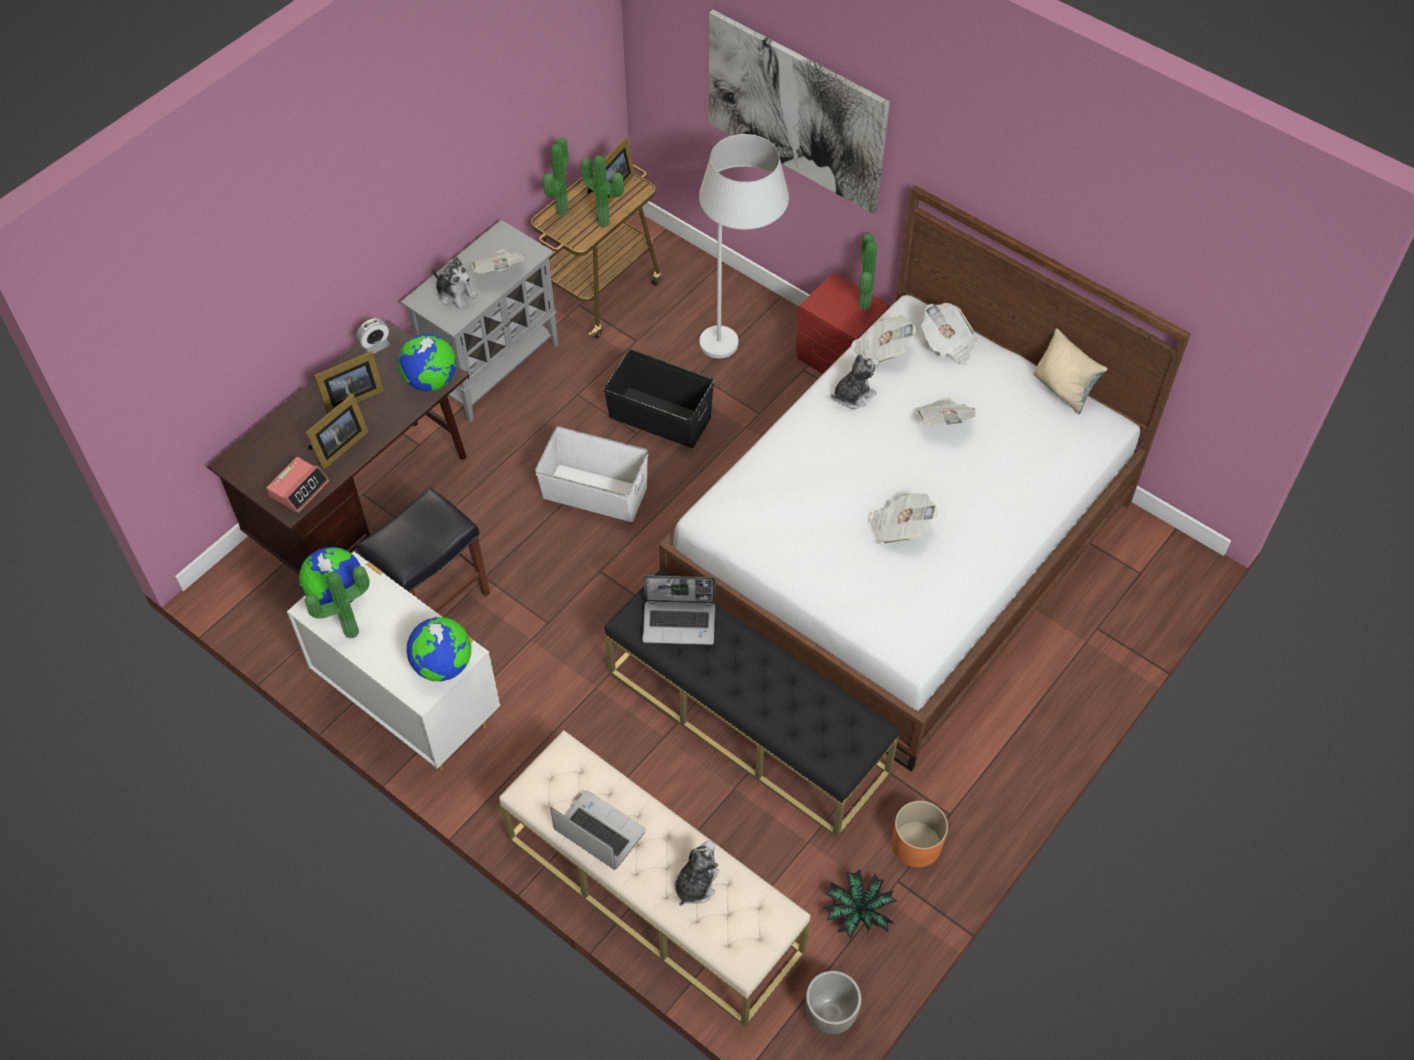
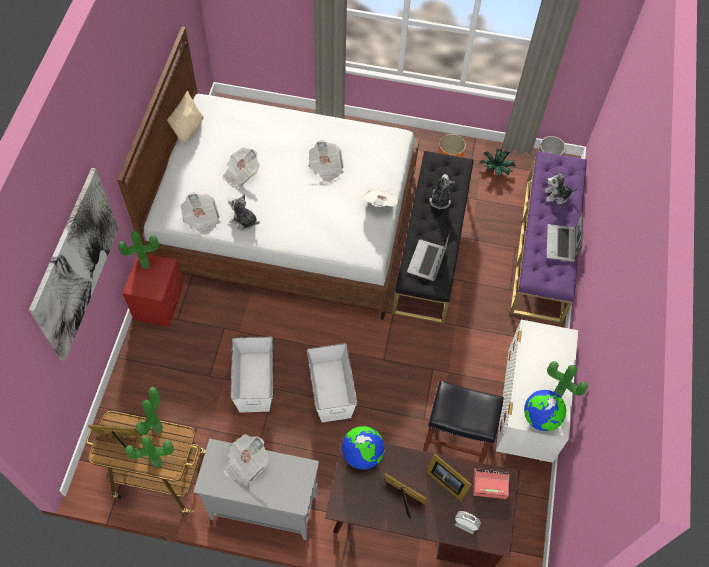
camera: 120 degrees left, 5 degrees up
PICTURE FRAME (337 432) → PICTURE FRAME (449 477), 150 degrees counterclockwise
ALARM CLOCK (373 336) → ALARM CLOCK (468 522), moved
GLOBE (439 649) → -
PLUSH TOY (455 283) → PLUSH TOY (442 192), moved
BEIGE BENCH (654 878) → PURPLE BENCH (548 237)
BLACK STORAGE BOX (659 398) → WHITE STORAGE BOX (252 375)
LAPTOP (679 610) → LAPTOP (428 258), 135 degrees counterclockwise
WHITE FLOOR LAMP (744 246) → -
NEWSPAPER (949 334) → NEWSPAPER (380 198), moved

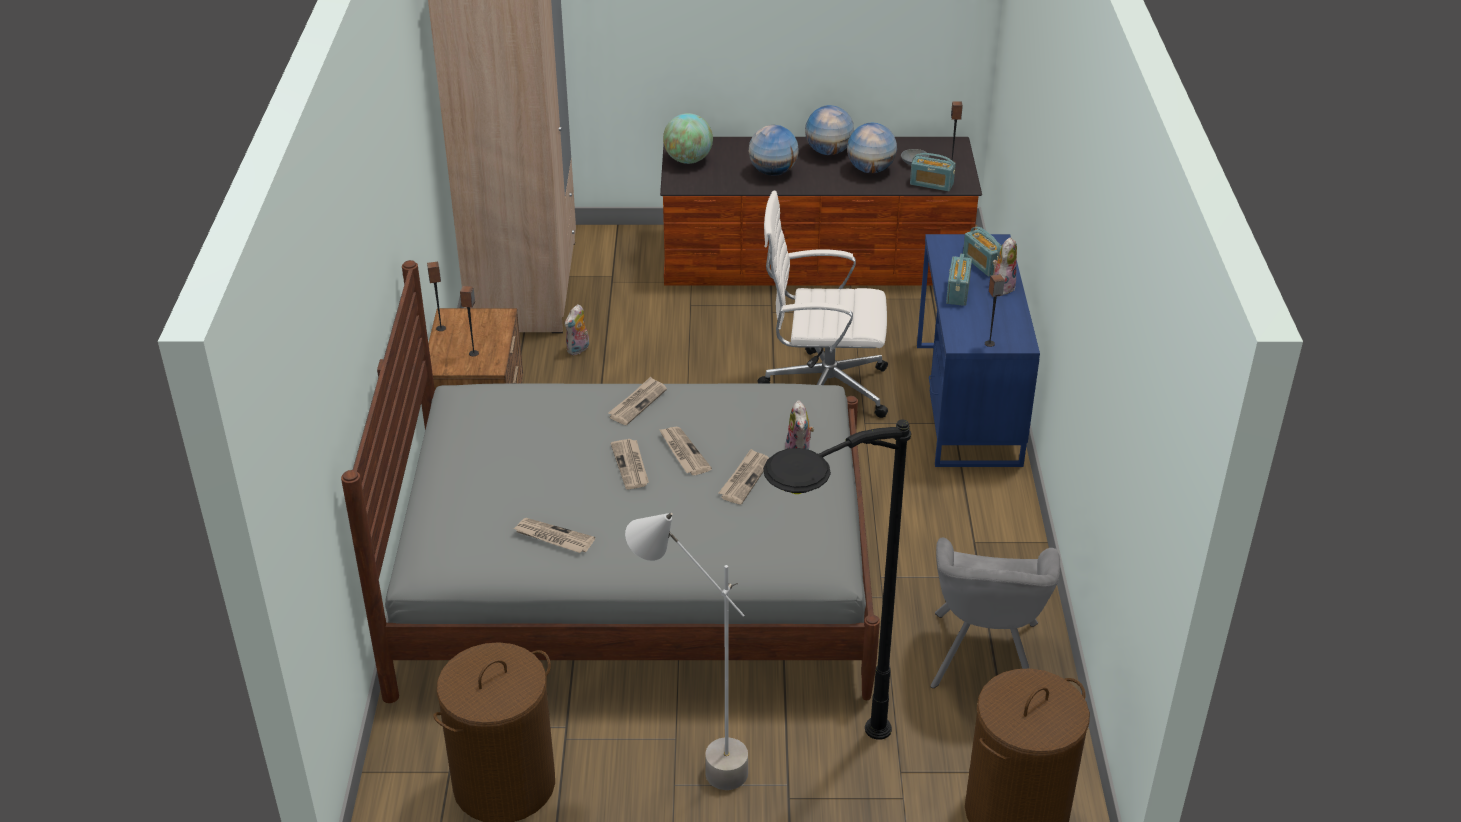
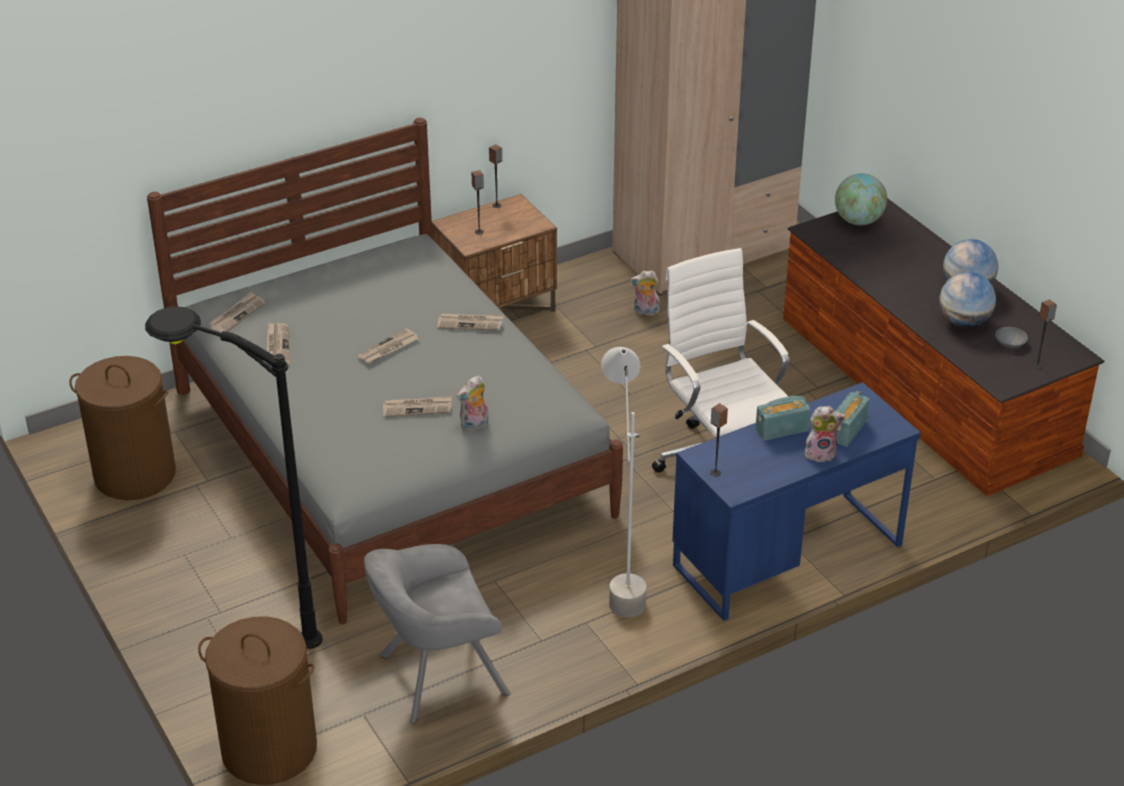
camera: 60 degrees right, 0 degrees up
GREY FLOOR LAMP (686 651) → GREY FLOOR LAMP (623 482), moved
NEWSPAPER (685 451) → NEWSPAPER (236 312), moved
GLOBE (774 150) → -
RADIO (933 172) → -

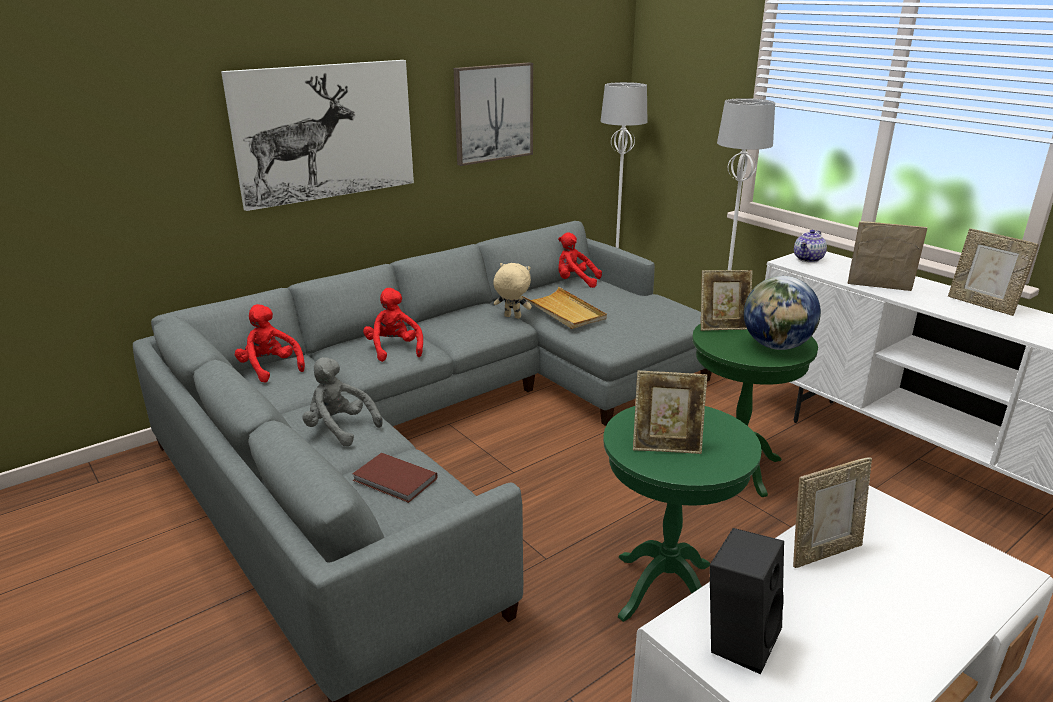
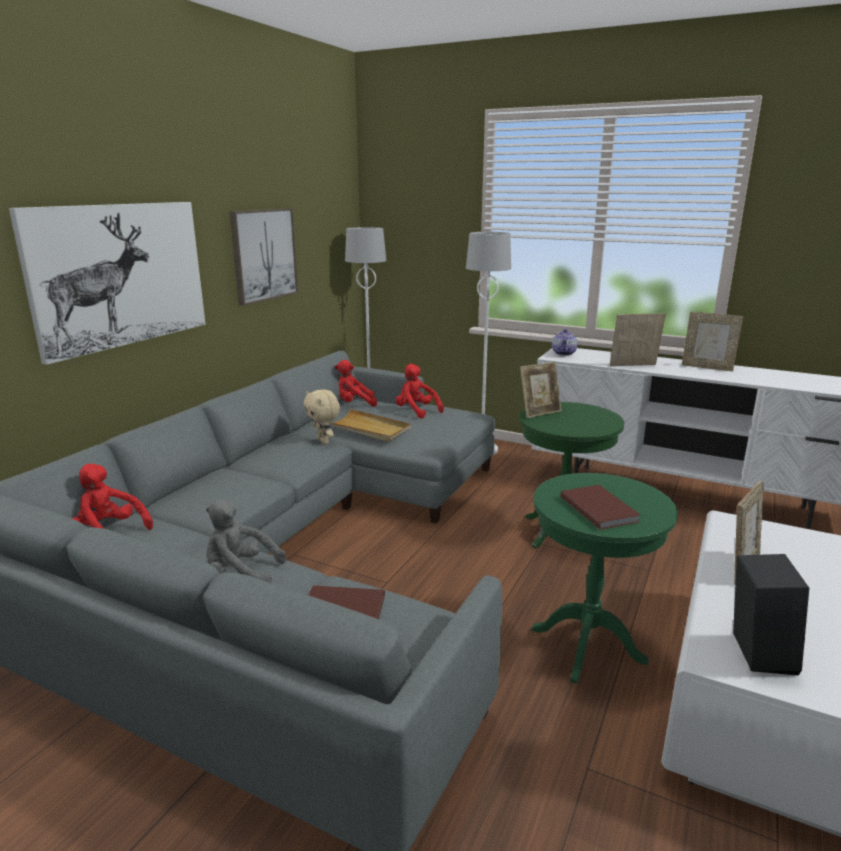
camera: 25 degrees left, 5 degrees down
RED PLUSH TOY (393 325) → RED PLUSH TOY (419 391), moved
BEIGE PLUSH TOY (512 291) → BEIGE PLUSH TOY (322 416), 120 degrees counterclockwise
PICTURE FRAME (670 412) → BROWN BOOK (600 507)
GLOBE (782 313) → -

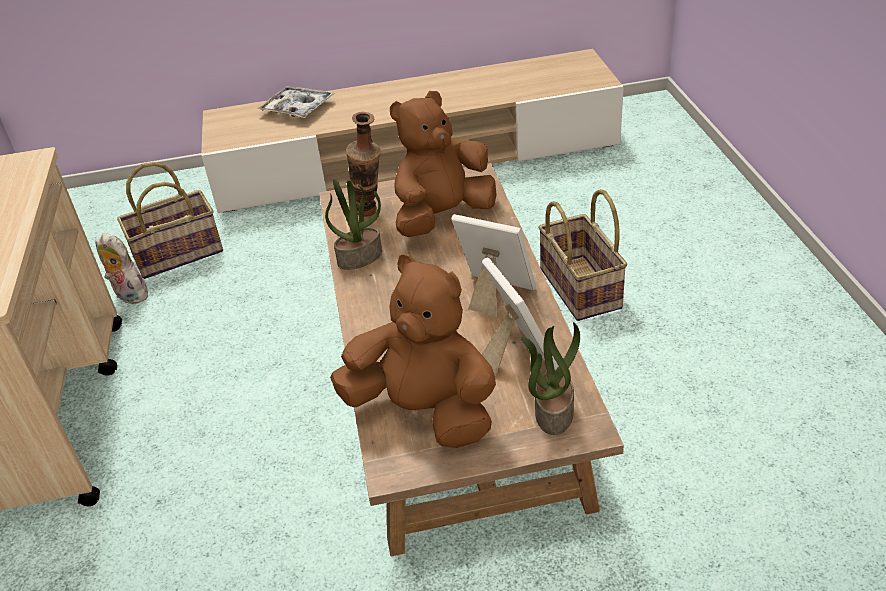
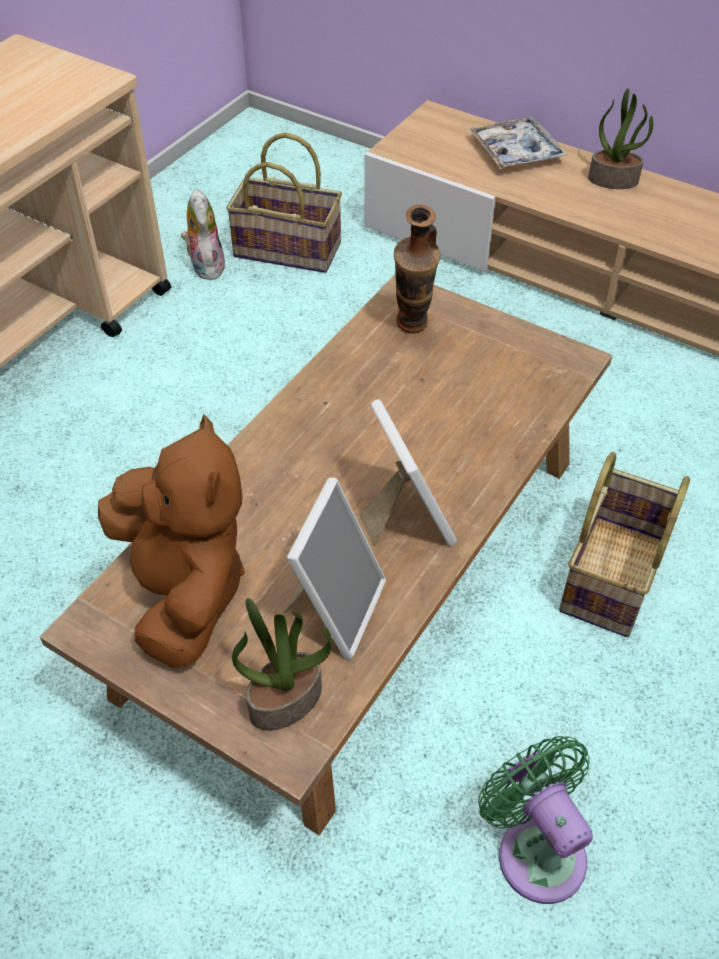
camera: 40 degrees right, 10 degrees up
POTTED PLANT (353 224) → POTTED PLANT (620 138), moved
BROWN PLUSH TOY (443 164) → -
- → GREEN FAN (535 820)

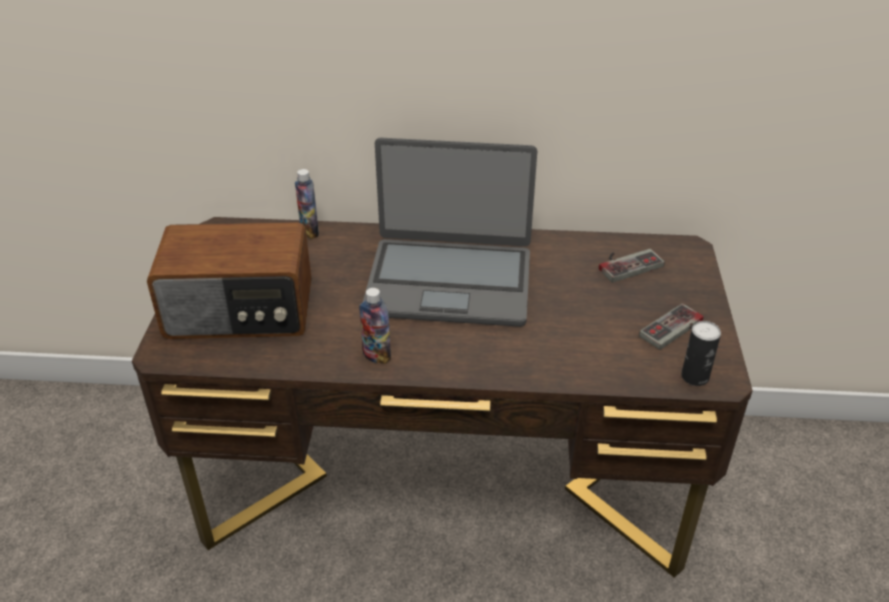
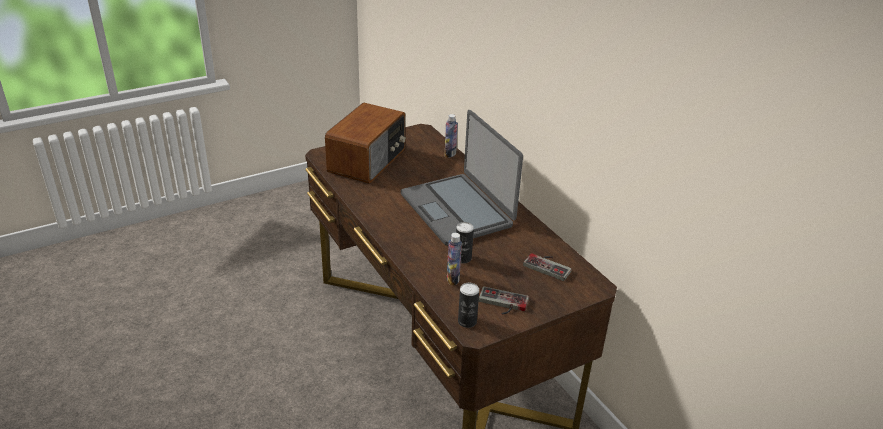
camera: 55 degrees right, 5 degrees down
RADIO (229 280) → RADIO (365 143), 120 degrees counterclockwise
BOTTLE (375 326) → BOTTLE (454 259), moved
- → CAN (465 242)

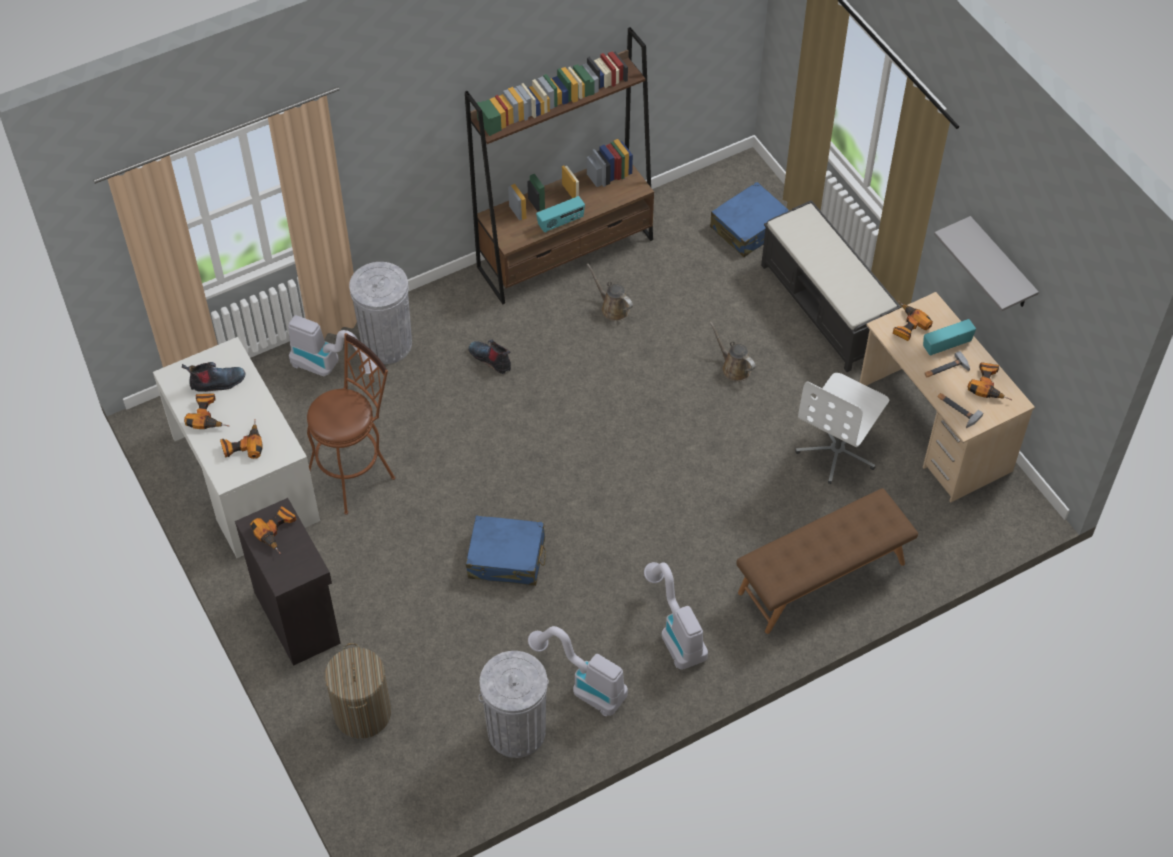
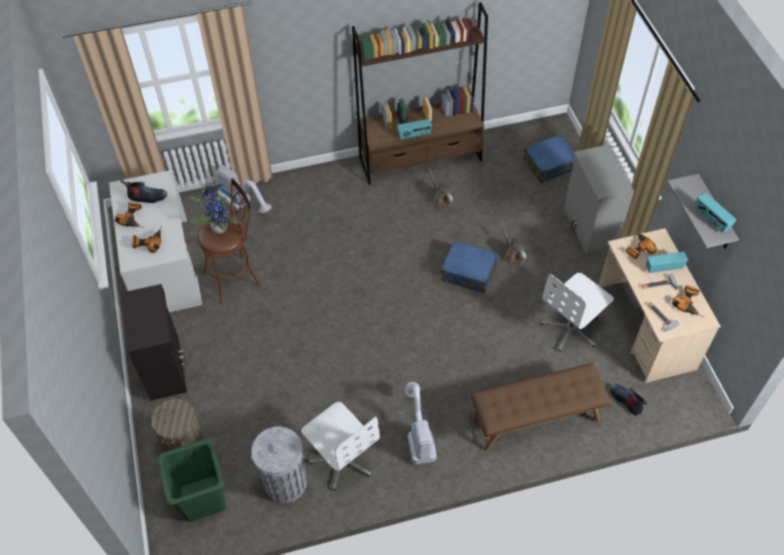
camera: 15 degrees right, 0 degrees up
POWER DRILL (273 530) → -
GREY TRASH CAN (380 313) → -
BLUE SUITCASE (506 550) → BLUE SUITCASE (469 267), moved
BOOT (489 356) → BOOT (628 400), moved
VACUUM CLEANER (578 671) → WHITE OFFICE CHAIR (340 446)
BLACK BENCH (831 286) → GREY CABINET (599 199)
- → GREEN LAUNDRY BASKET (191 480)
- → POTTED PLANT (214 207)
- → RADIO (715 213)

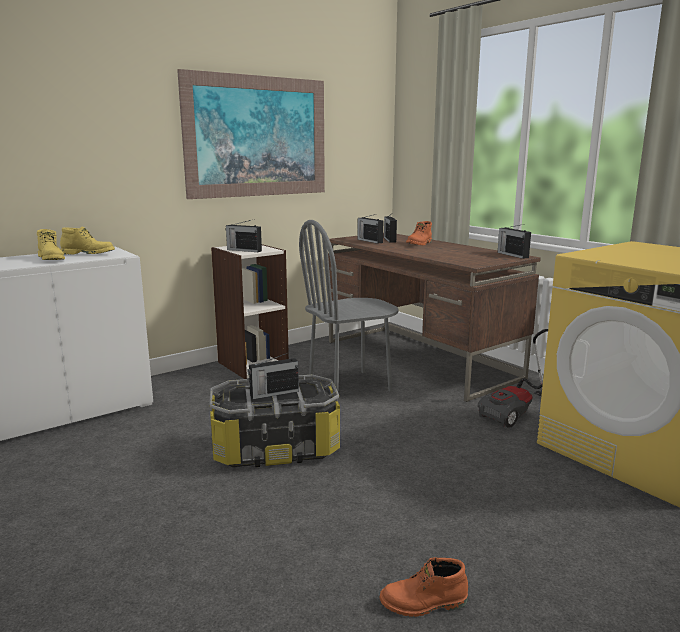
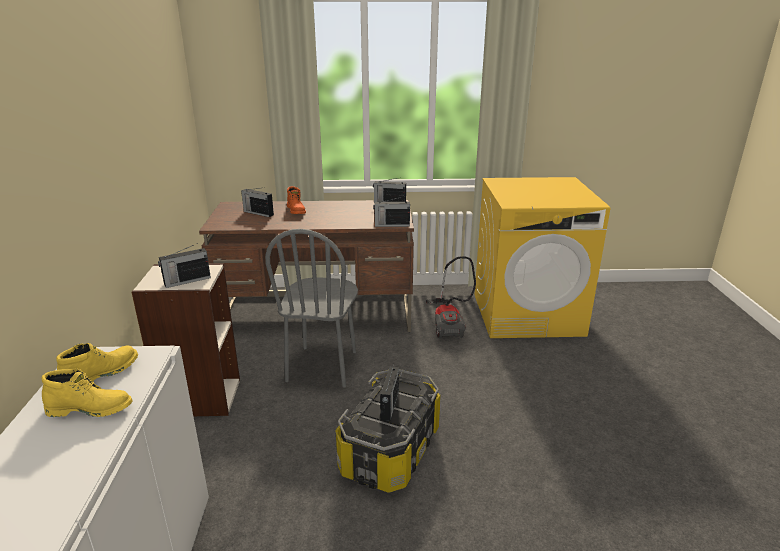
camera: 55 degrees left, 10 degrees up
PICTURE (251 134) → -
RADIO (370 229) → RADIO (391 211), moved
ORANGE BOOT (424 587) → -

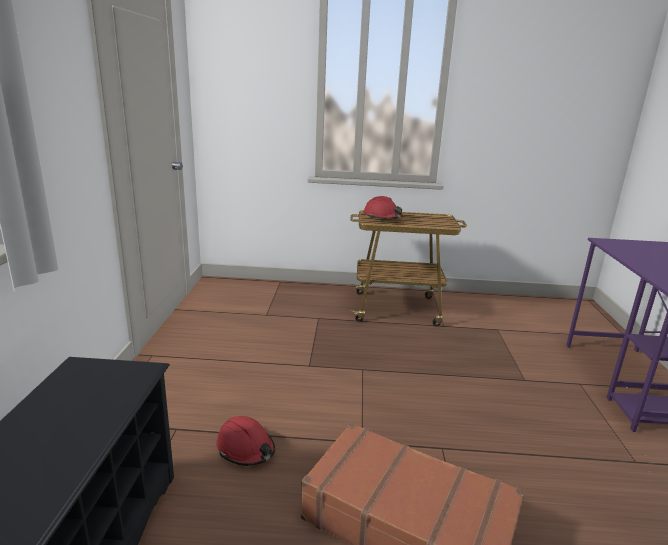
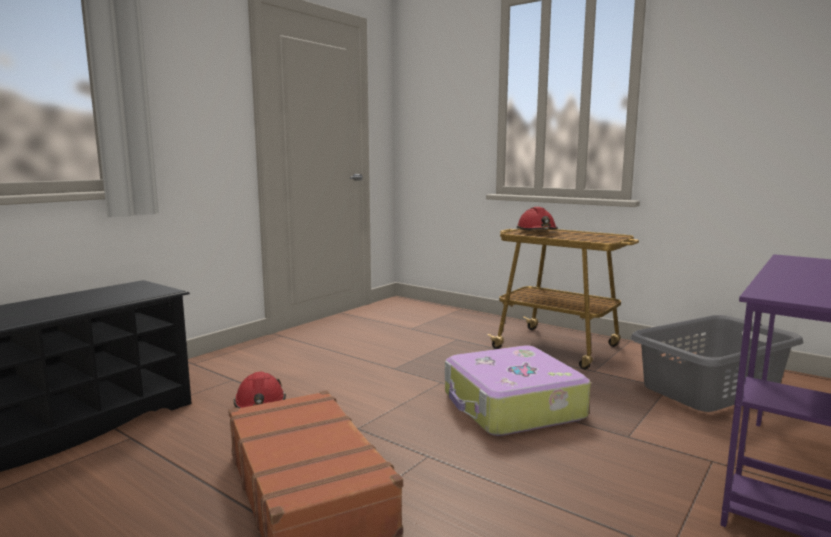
camera: 35 degrees right, 10 degrees down
- → SUITCASE (517 390)
- → GREY LAUNDRY BASKET (717 363)

